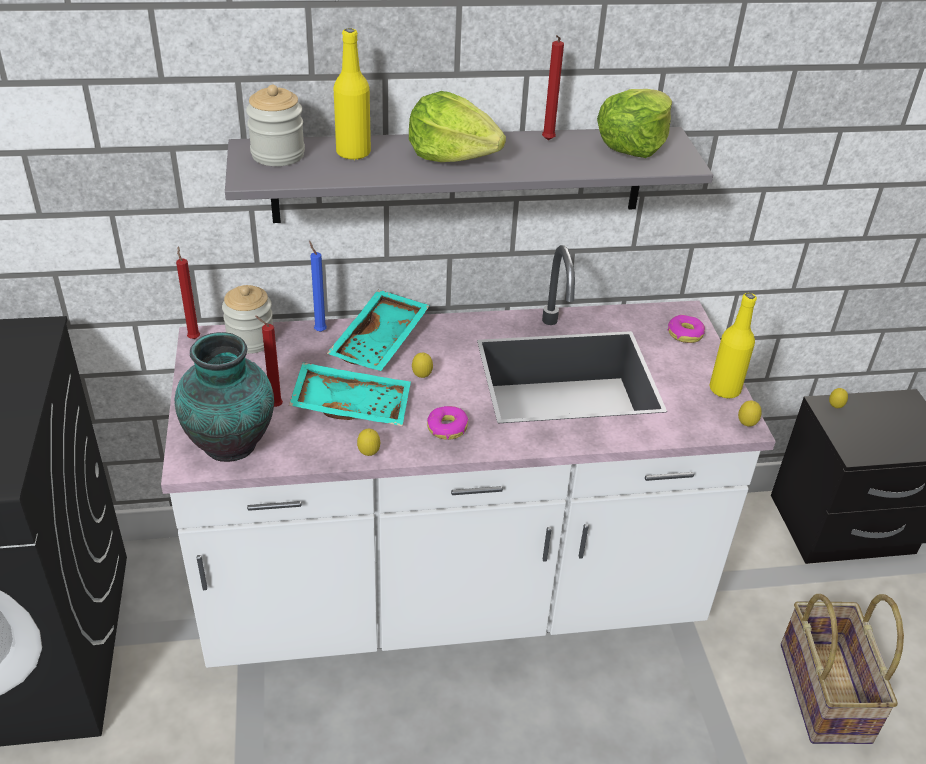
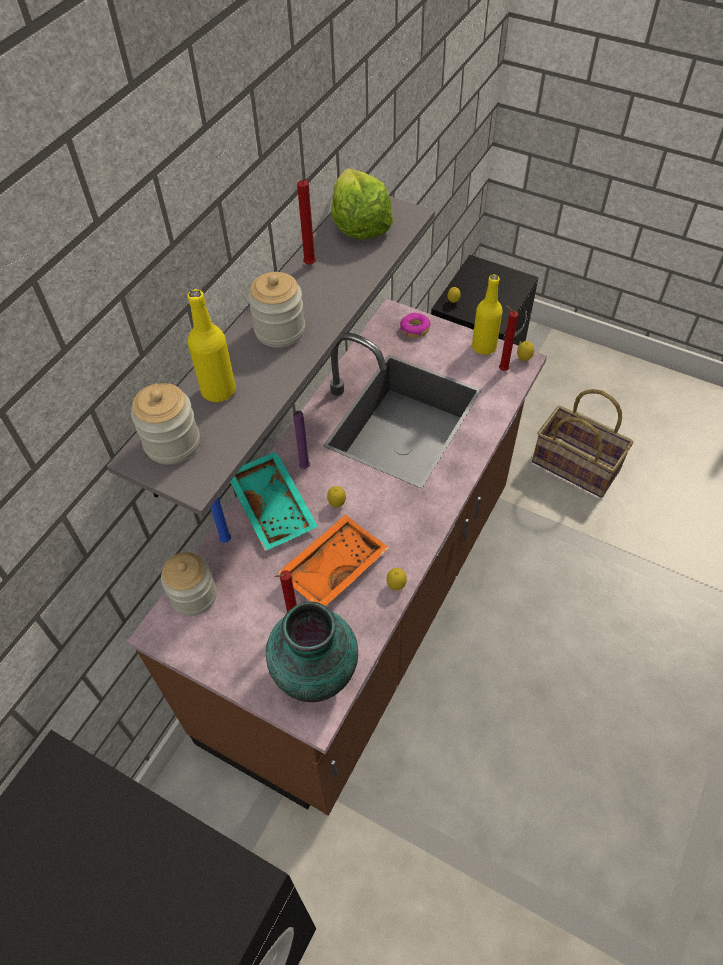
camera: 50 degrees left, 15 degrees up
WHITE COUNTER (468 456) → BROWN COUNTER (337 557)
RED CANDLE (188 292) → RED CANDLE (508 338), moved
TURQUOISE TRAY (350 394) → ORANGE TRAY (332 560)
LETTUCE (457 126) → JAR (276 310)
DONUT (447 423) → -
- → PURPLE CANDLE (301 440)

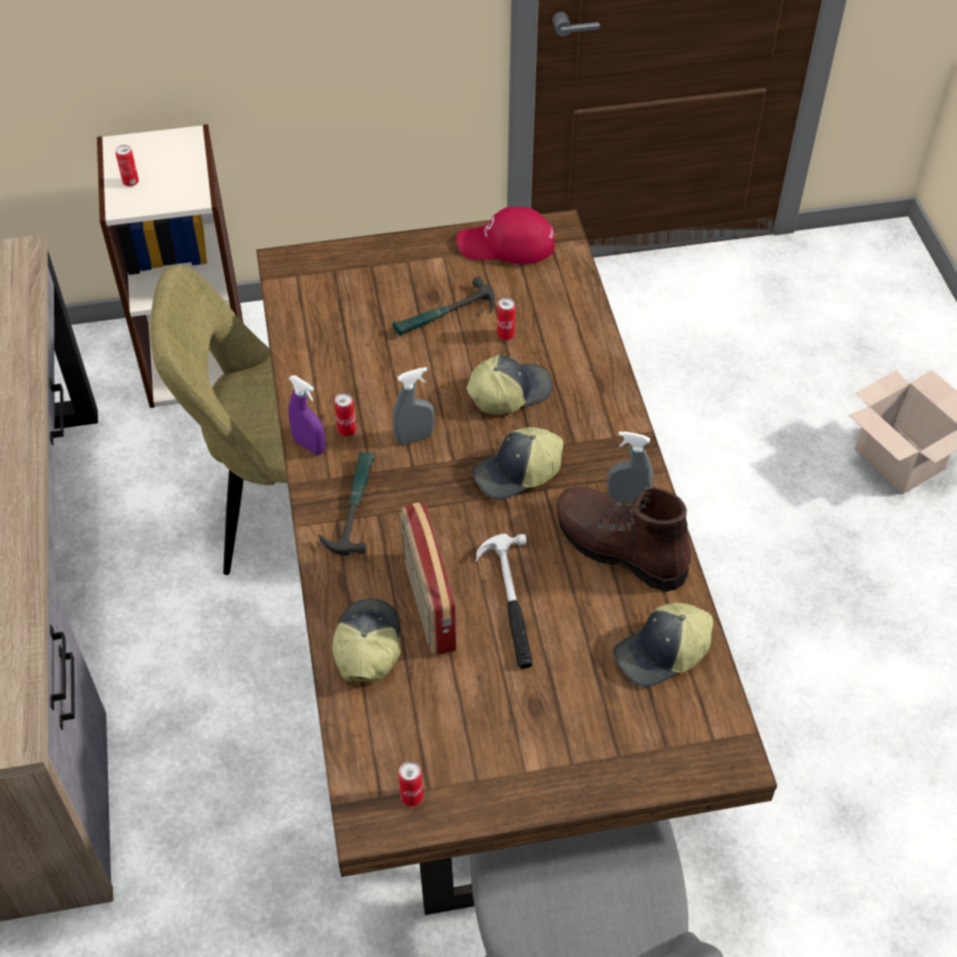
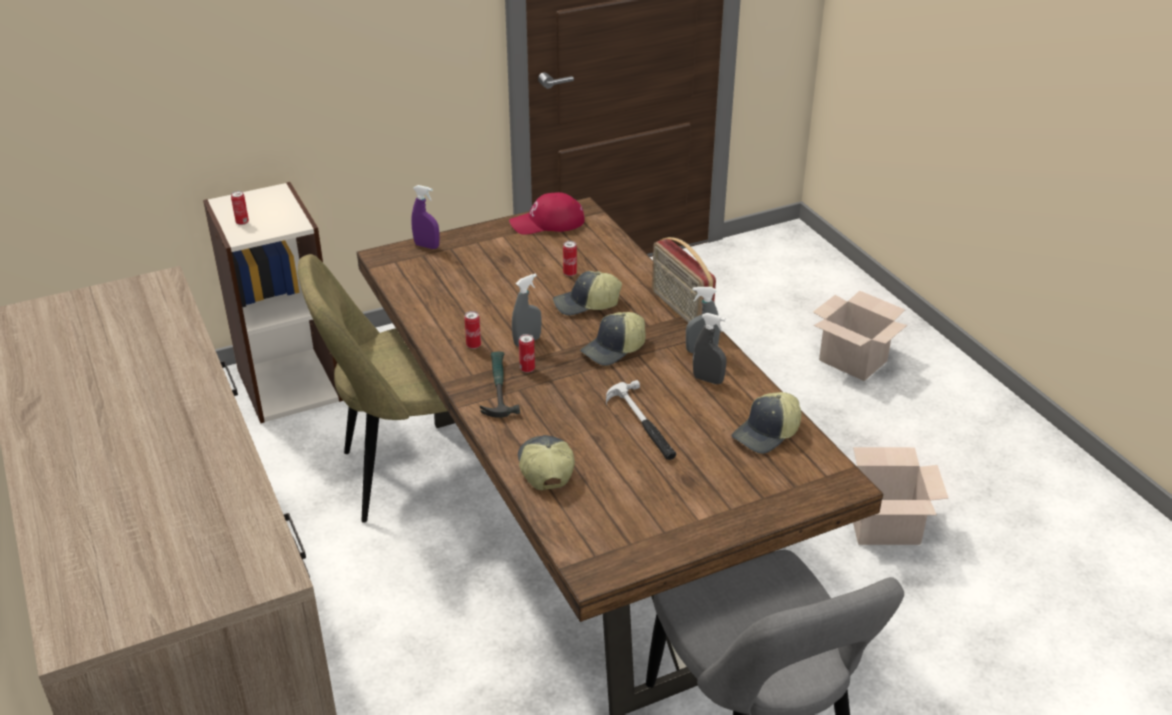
camera: 15 degrees left, 15 degrees down
PURPLE SPRAY BOTTLE (306 415) → PURPLE SPRAY BOTTLE (425 217), moved
HAMMER (443 306) → -
CAN (410 784) → CAN (527 353), moved
RADIO (429 578) → RADIO (684 280), moved
CAP (509 384) → CAP (587 293), 150 degrees counterclockwise
BROWN BOOT (624 538) → GREY SPRAY BOTTLE (709 348)
- → CARDBOARD BOX (901 496)

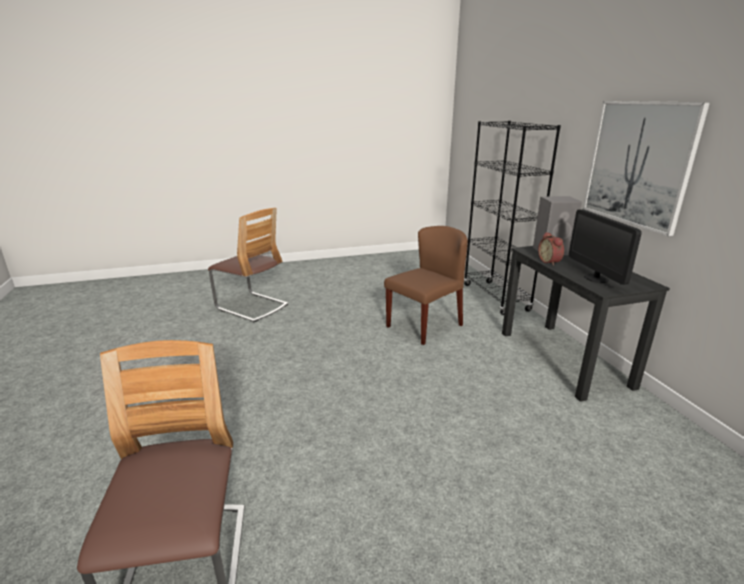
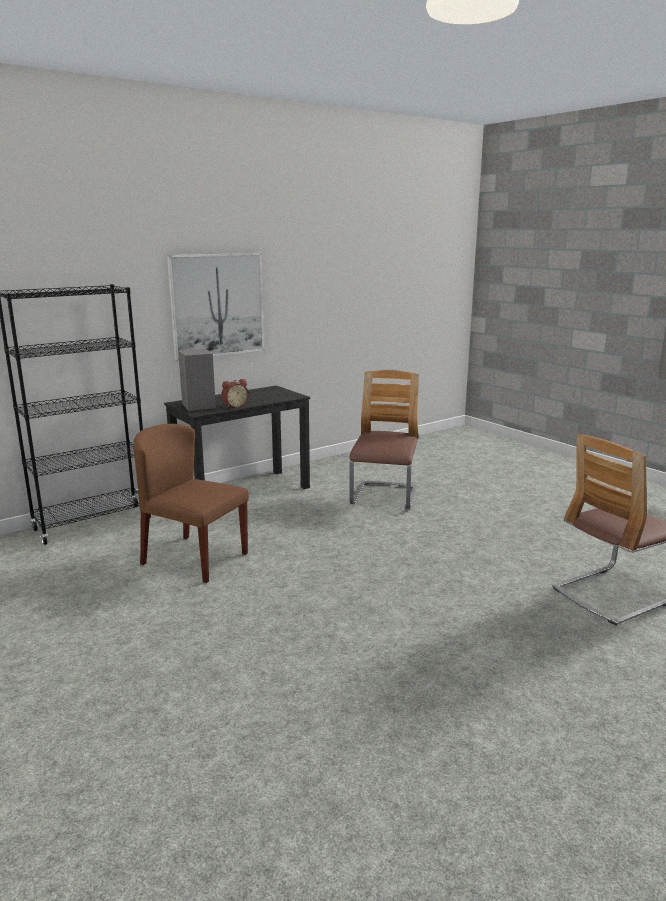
camera: 110 degrees left, 5 degrees down
CHAIR (248 265) → CHAIR (384 439), moved
MONITOR (605 247) → -

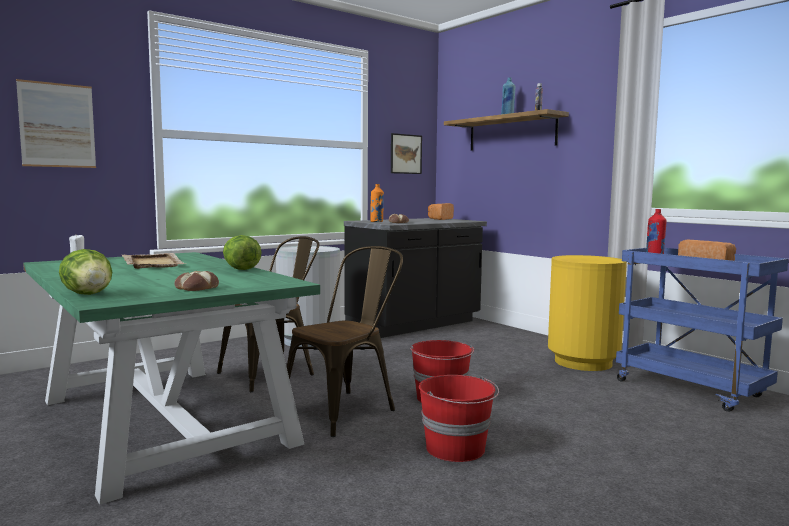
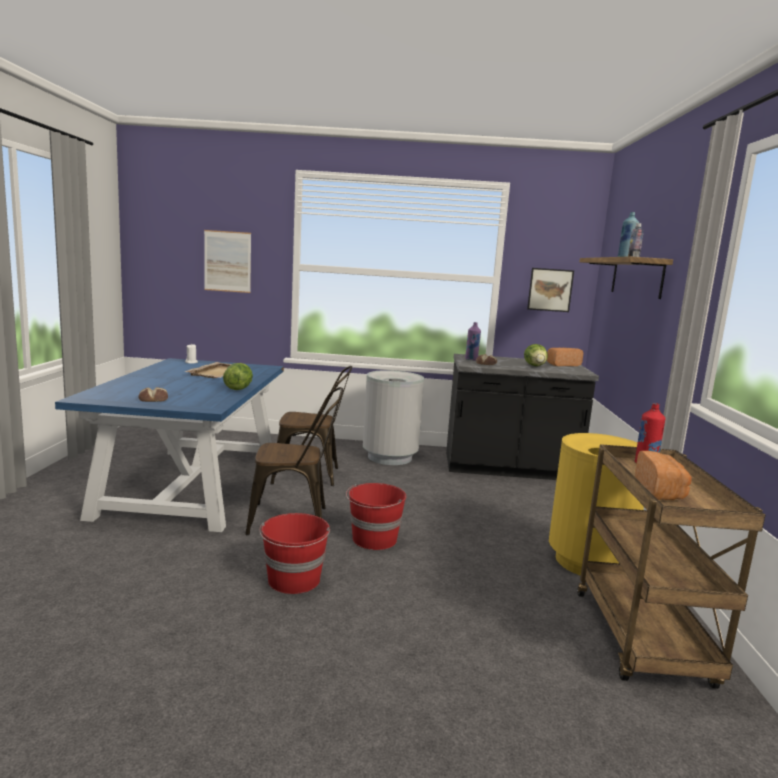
camera: 40 degrees right, 5 degrees up
GREEN DINING TABLE (171 378) → BLUE DINING TABLE (169 445)
LETTUCE (85 272) → LETTUCE (536 355), moved
ORANGE BOTTLE (377 203) → PURPLE BOTTLE (473 341)
BLUE CART (702 330) → BROWN CART (671 566)

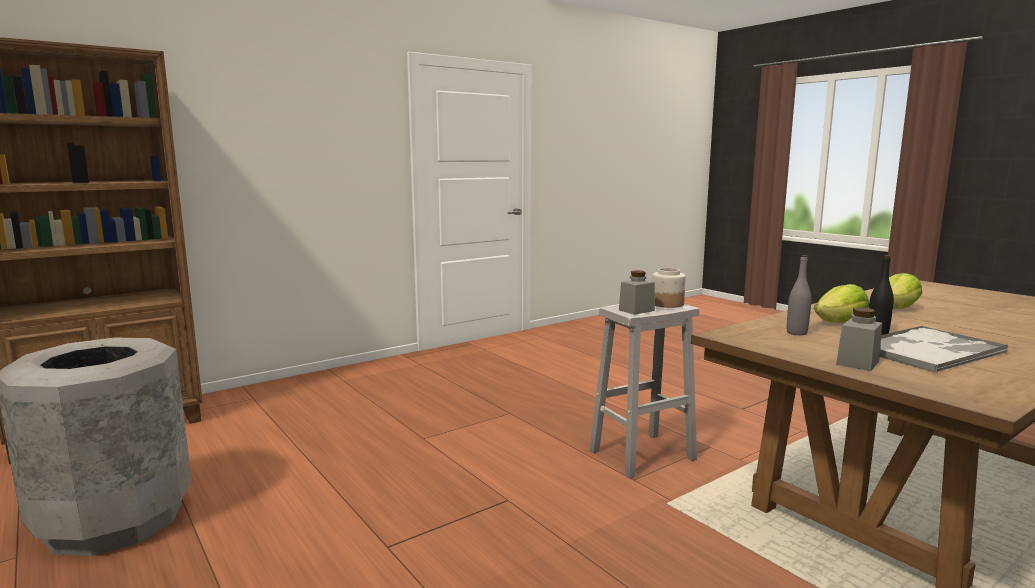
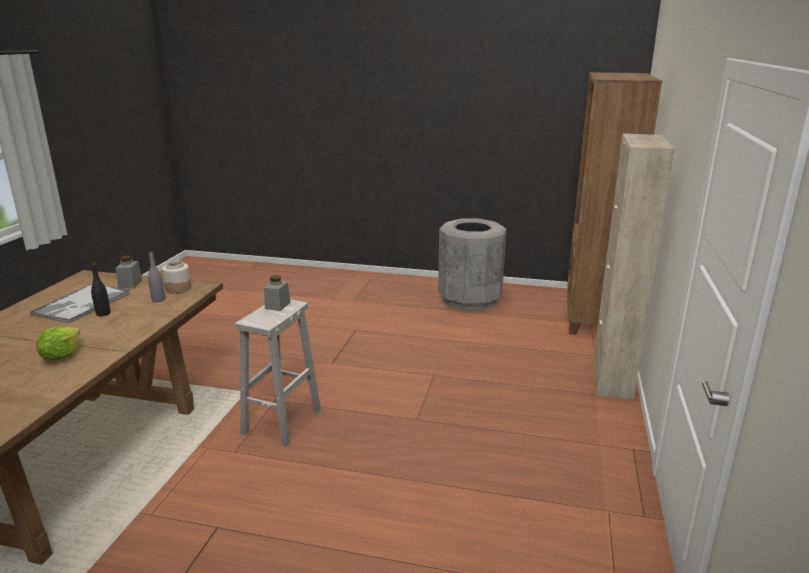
camera: 140 degrees right, 10 degrees up
JAR (669 288) → JAR (176 277), moved
LETTUCE (841 303) → -
- → BEIGE CABINET (633 267)

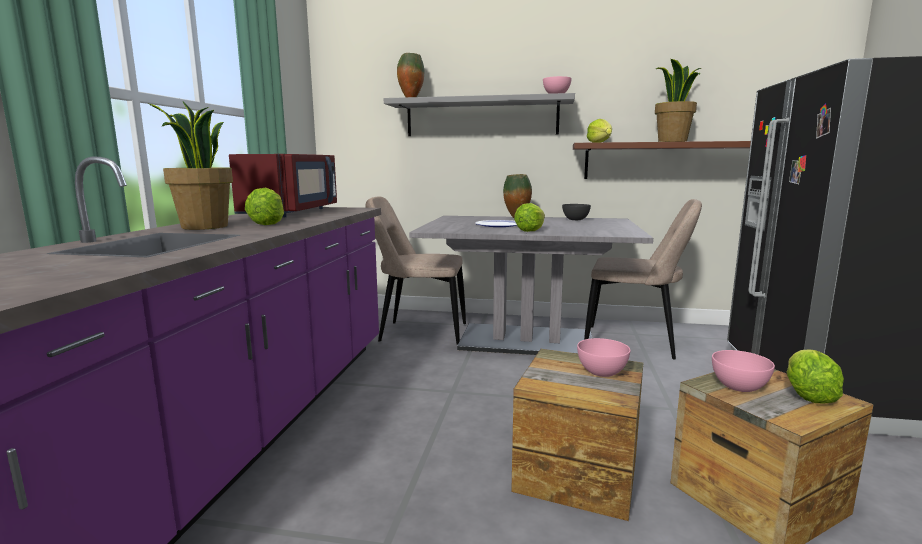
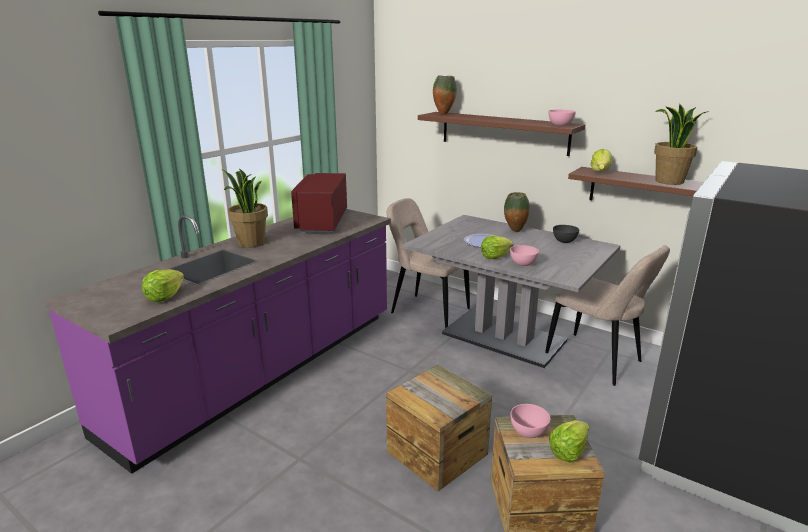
camera: 25 degrees right, 10 degrees up
RED MICROWAVE (283 185) → RED MICROWAVE (319 203), 150 degrees clockwise
LETTUCE (264 206) → LETTUCE (163 285), moved
GREY SHELF (479 114) → BROWN SHELF (501 134)
PINK BOWL (604 357) → PINK BOWL (524 255), moved

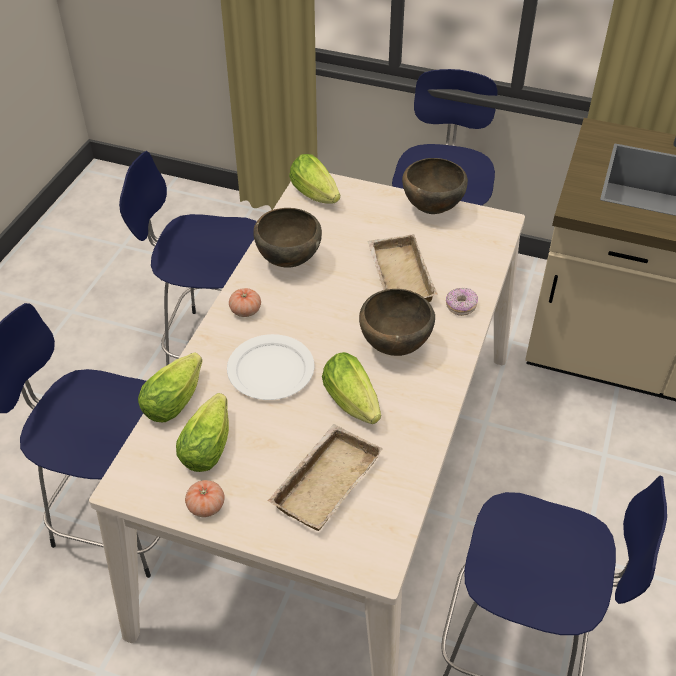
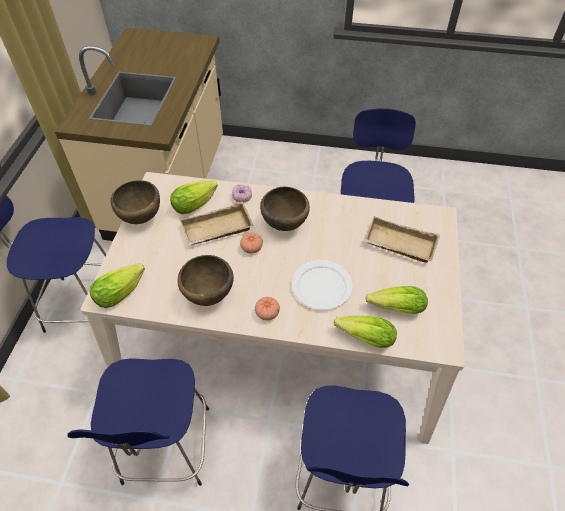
camera: 100 degrees left, 5 degrees up
TOMATO (205 498) → TOMATO (251 243), moved
LETTUCE (351 388) → LETTUCE (194 197), moved

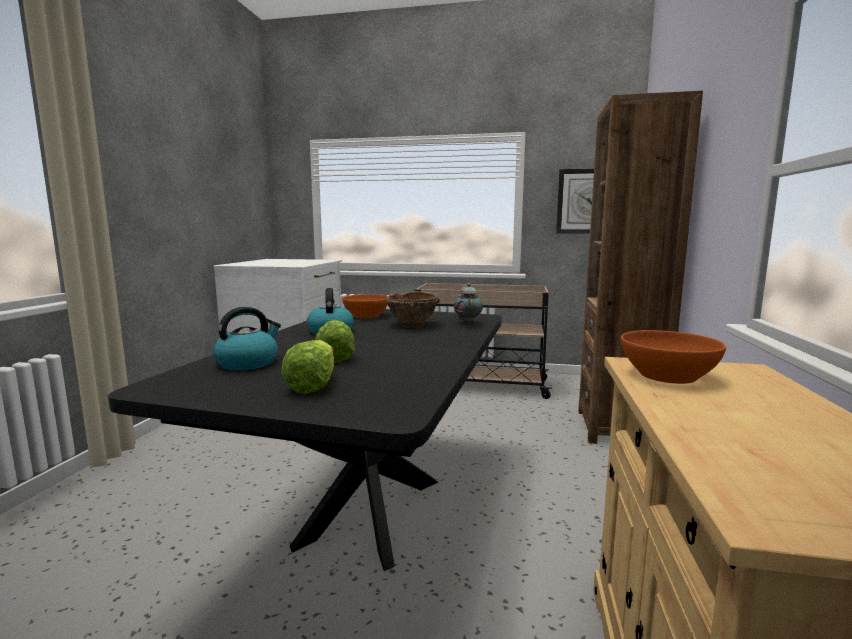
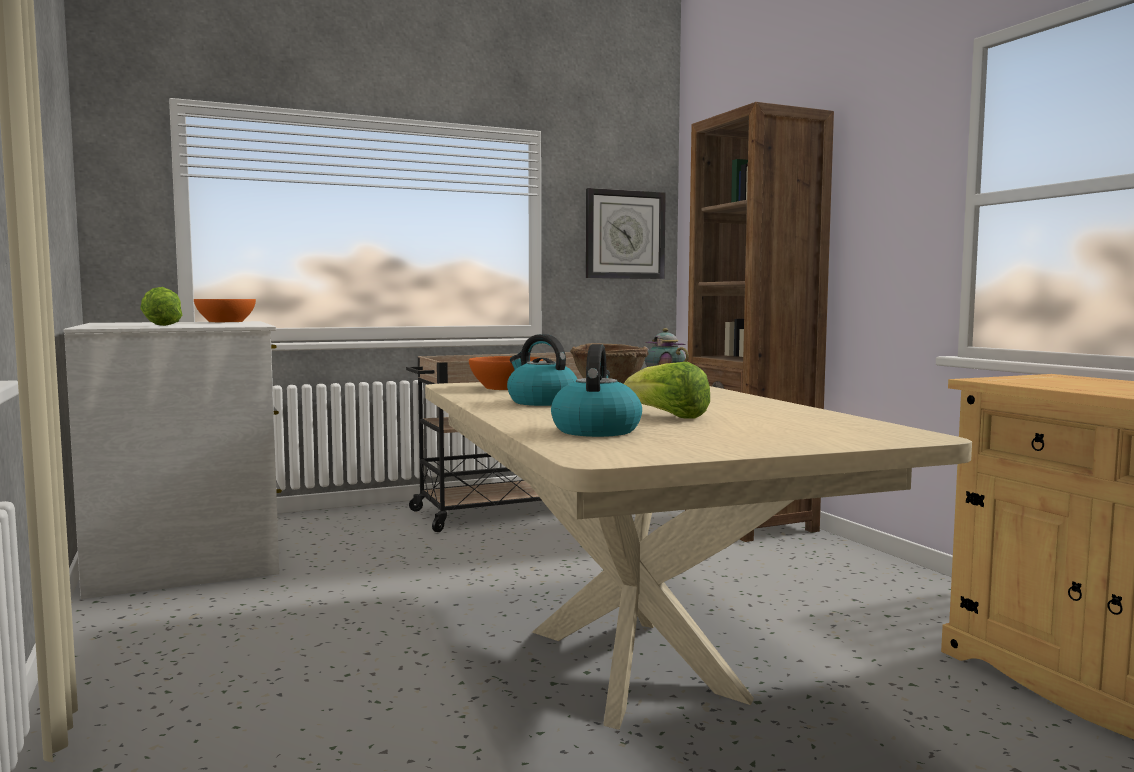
camera: 35 degrees left, 5 degrees down
BLACK DINING TABLE (305 440) → BEIGE DINING TABLE (698 556)
LETTUCE (307 367) → LETTUCE (161 306), moved
ORANGE BOWL (673 357) → ORANGE BOWL (225 310), moved

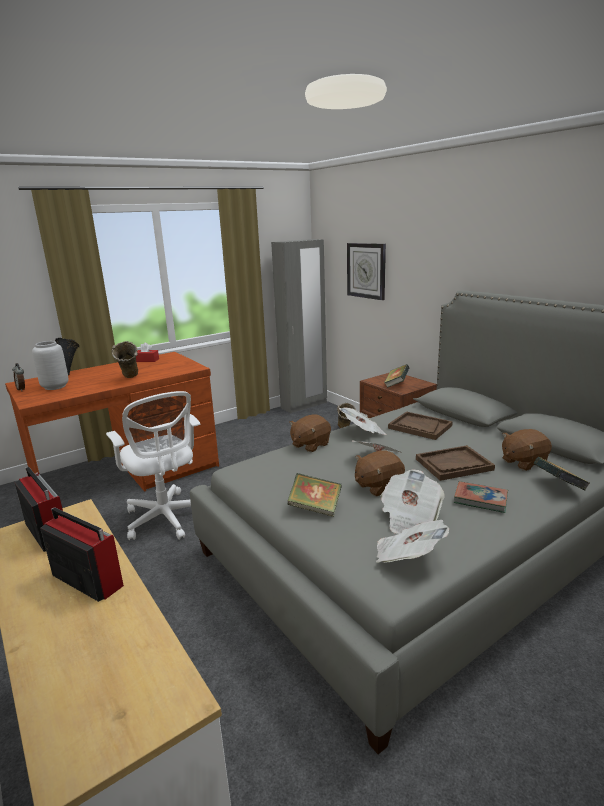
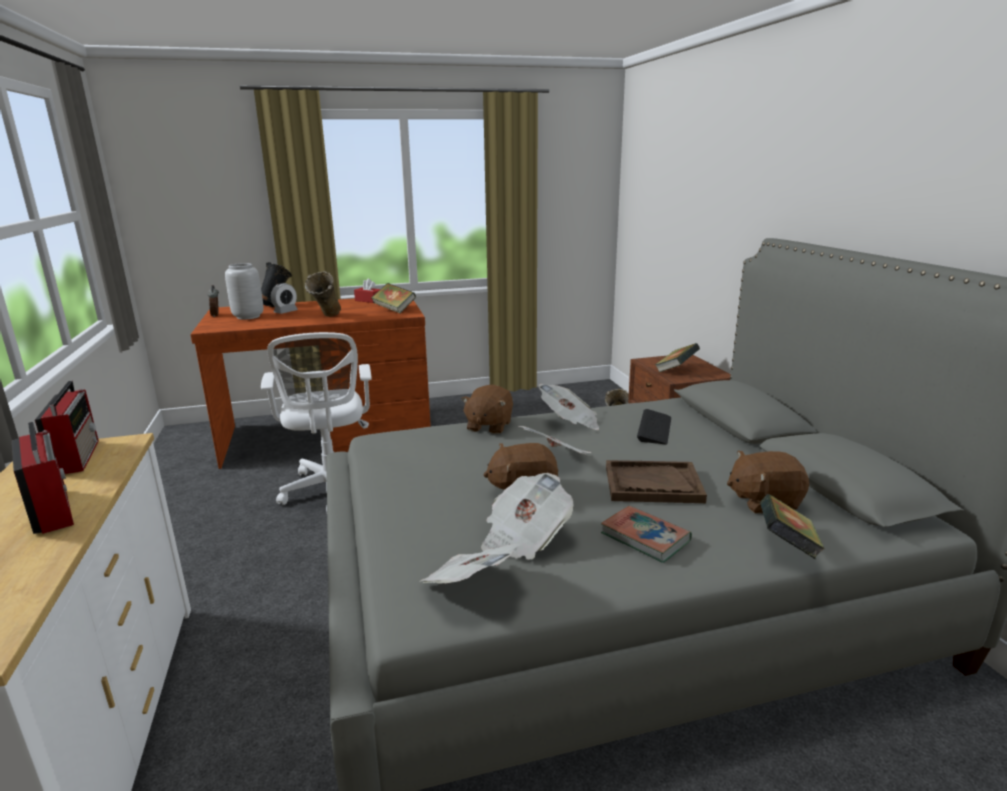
camera: 20 degrees right, 0 degrees up
GREY WARDROBE (299 326) → -
BOOK (314 495) → BOOK (394 298), moved
BROWN PLUSH TOY (310 433) → BROWN PLUSH TOY (487 409), 45 degrees counterclockwise
WALL CLOCK (366 271) → -
BROWN TRAY (420 425) → KEYBOARD (654 426)
- → ALARM CLOCK (284 298)

